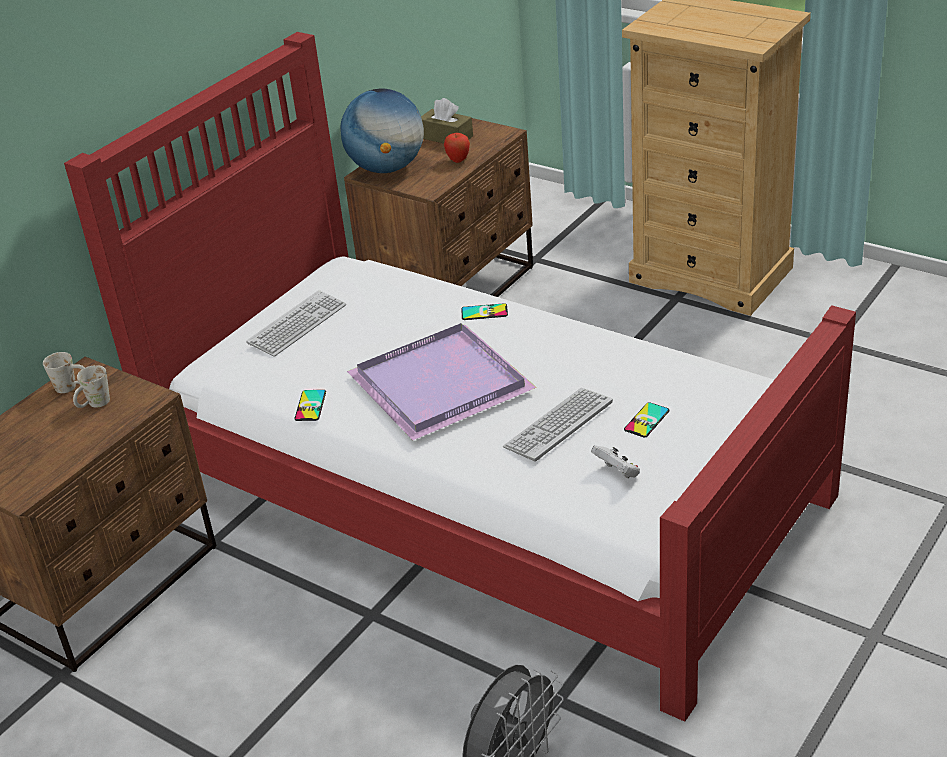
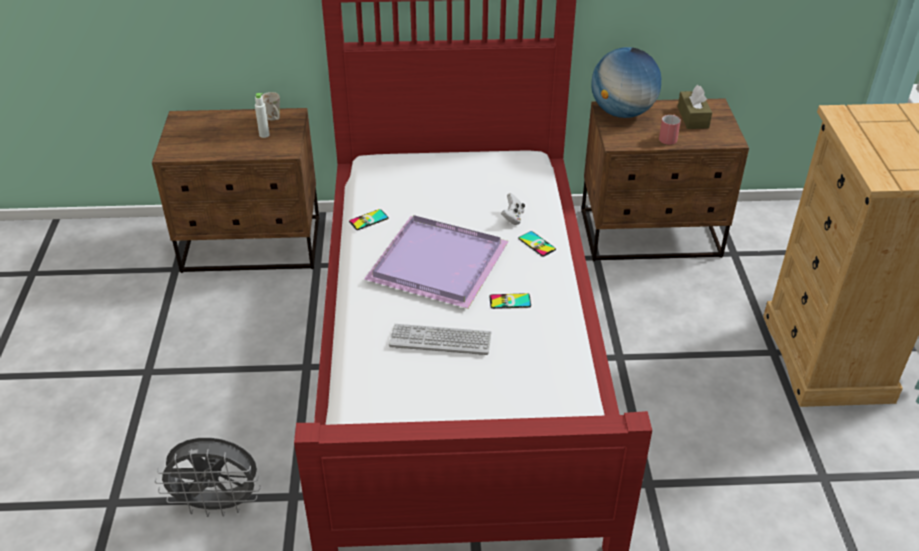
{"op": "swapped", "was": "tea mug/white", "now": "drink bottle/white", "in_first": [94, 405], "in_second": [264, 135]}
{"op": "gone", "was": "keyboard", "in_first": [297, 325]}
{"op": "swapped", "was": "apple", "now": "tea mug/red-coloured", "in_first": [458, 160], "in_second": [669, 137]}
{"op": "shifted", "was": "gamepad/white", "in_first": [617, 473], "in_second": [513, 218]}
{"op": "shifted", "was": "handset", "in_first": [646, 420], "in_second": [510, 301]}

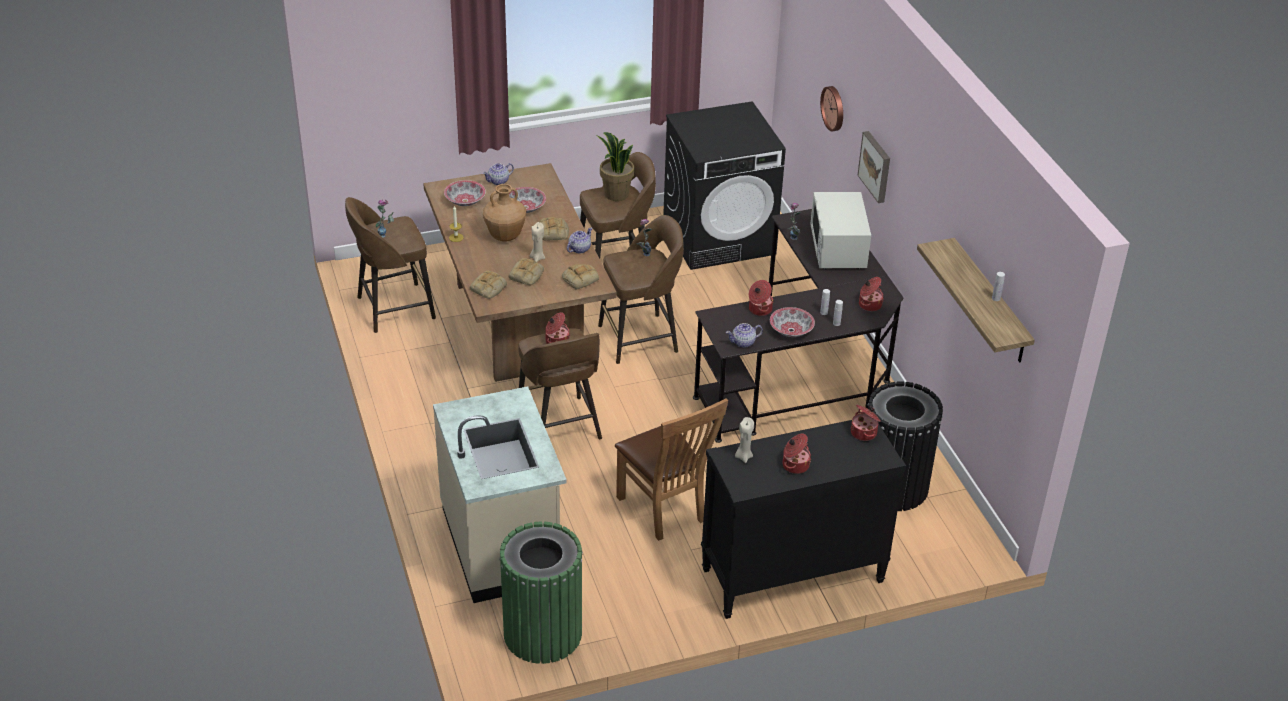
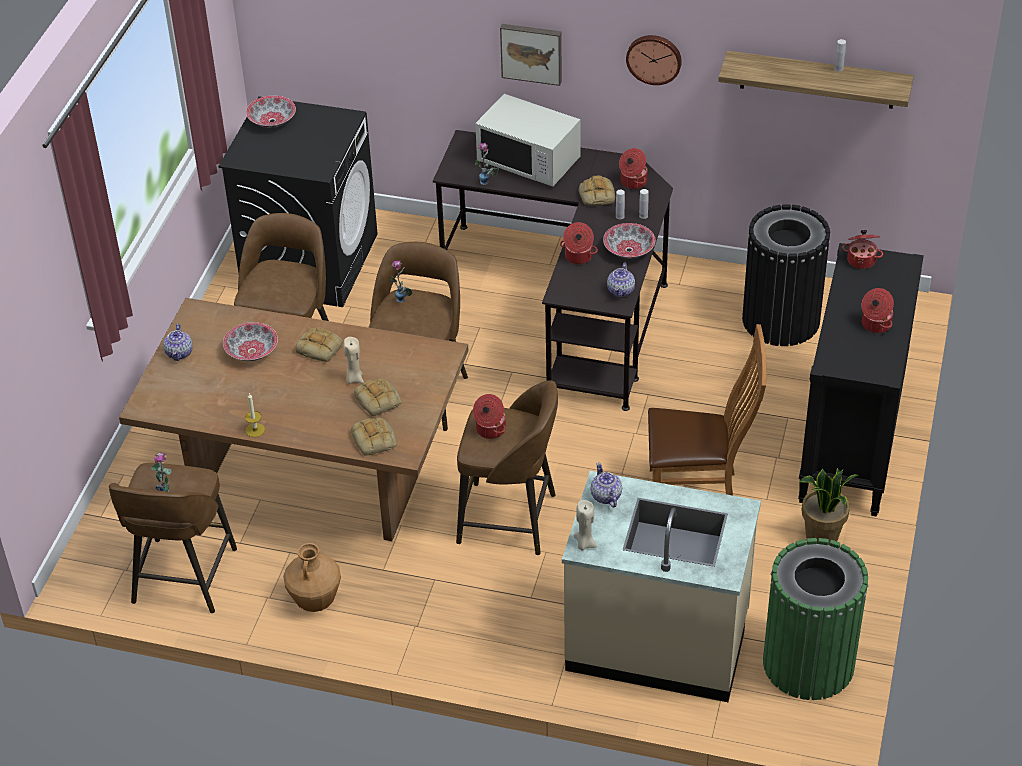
{"op": "shifted", "was": "deep dish", "in_first": [465, 201], "in_second": [271, 121]}
{"op": "shifted", "was": "vase/brown-coloured", "in_first": [505, 236], "in_second": [315, 601]}
{"op": "shifted", "was": "bread", "in_first": [580, 278], "in_second": [596, 194]}
{"op": "shifted", "was": "tea pot", "in_first": [579, 249], "in_second": [606, 496]}
{"op": "shifted", "was": "houseplant", "in_first": [616, 194], "in_second": [822, 536]}
{"op": "shifted", "was": "candle/beige-coloured", "in_first": [743, 456], "in_second": [584, 543]}
{"op": "shifted", "was": "wall clock", "in_first": [834, 108], "in_second": [654, 58]}

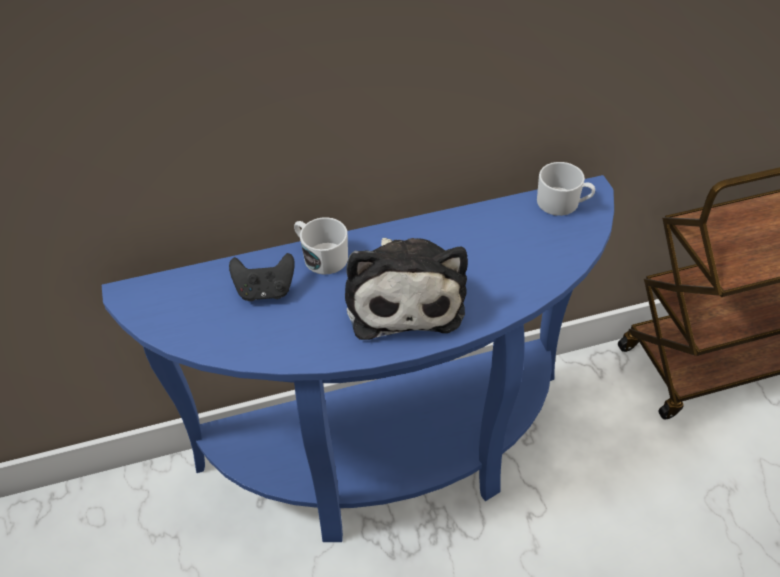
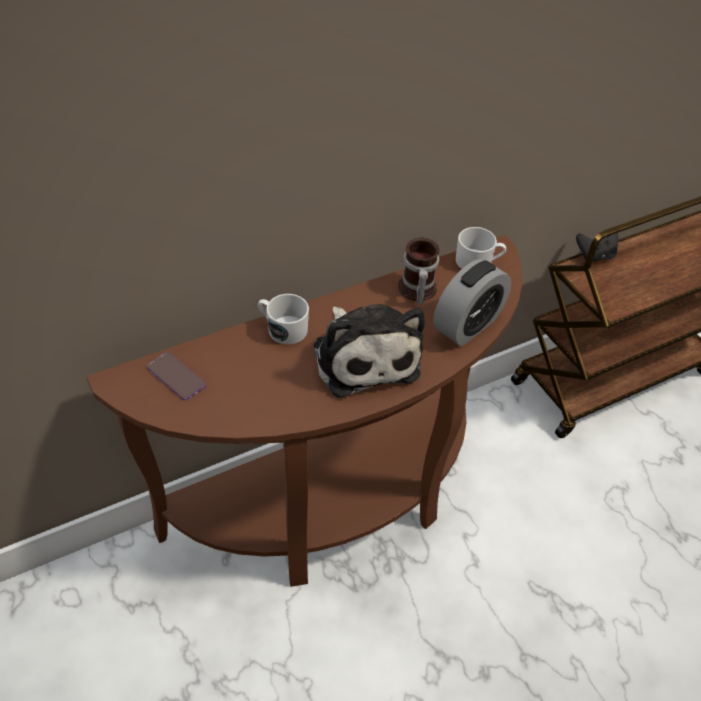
{"op": "repainted", "was": "hall table/blue", "now": "hall table/brown-coloured", "in_first": [392, 457], "in_second": [336, 503]}
{"op": "shifted", "was": "gamepad/black-coloured", "in_first": [265, 291], "in_second": [595, 255]}
{"op": "new", "now": "handset", "in_second": [176, 376]}
{"op": "new", "now": "tea mug", "in_second": [415, 290]}
{"op": "new", "now": "bedside clock", "in_second": [467, 325]}

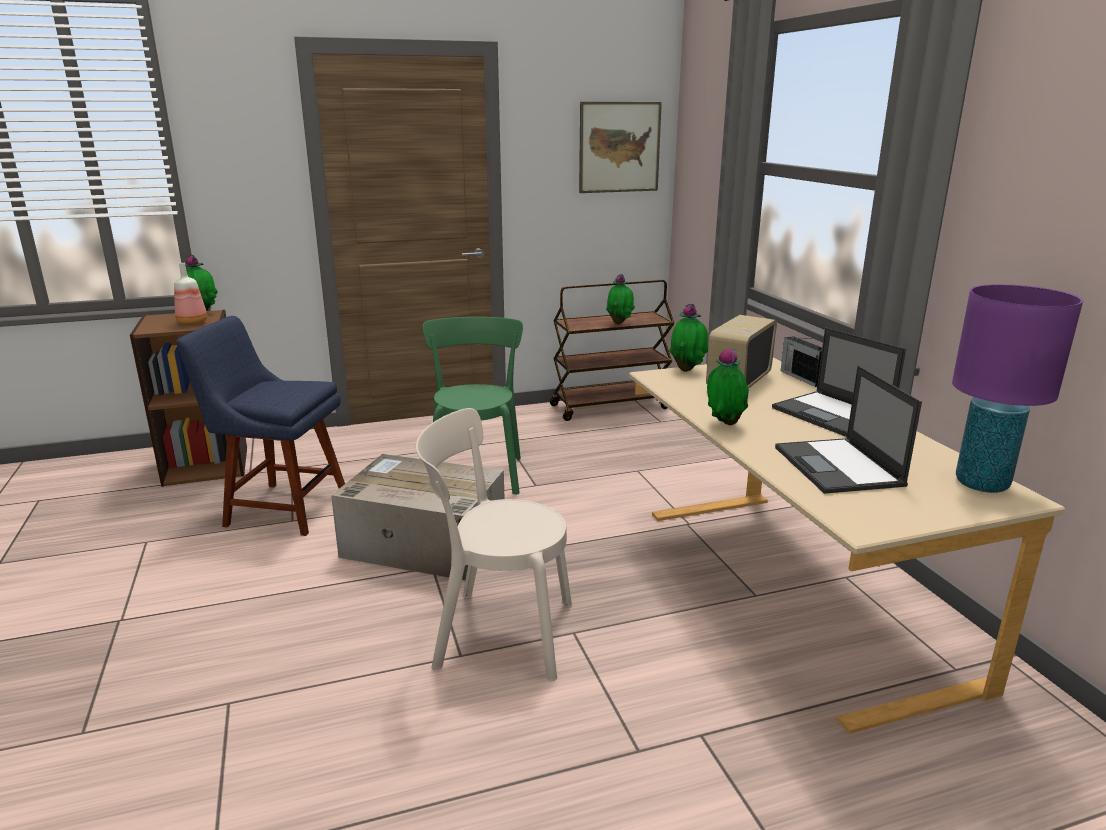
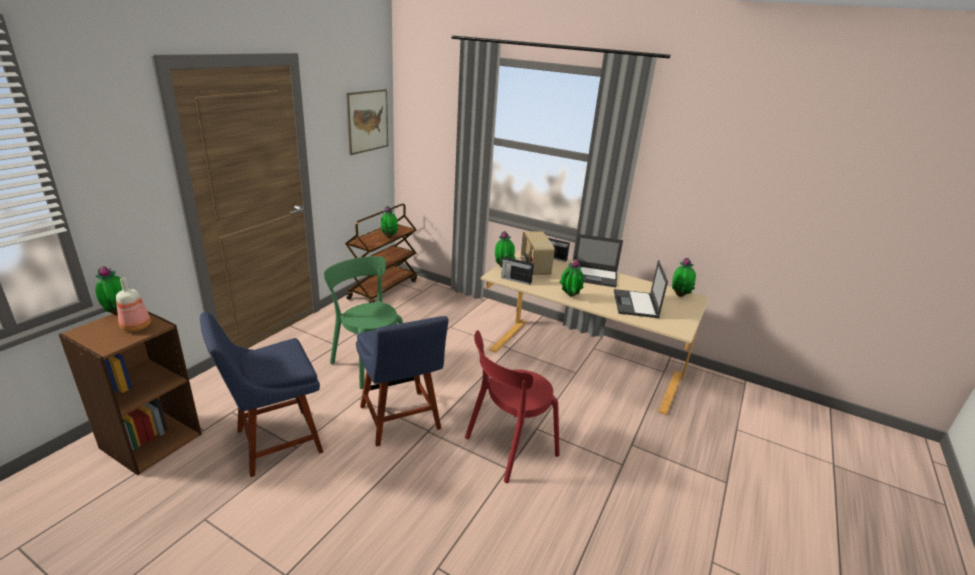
{"op": "swapped", "was": "cardboard box", "now": "plain chair/blue", "in_first": [422, 542], "in_second": [401, 420]}
{"op": "repainted", "was": "plain chair/beige-coloured", "now": "plain chair/red-coloured", "in_first": [497, 633], "in_second": [507, 448]}
{"op": "rotated", "was": "laptop", "in_first": [839, 467], "in_second": [636, 304], "clockwise": 60}
{"op": "swapped", "was": "lamp for a table/purple", "now": "houseplant", "in_first": [982, 484], "in_second": [680, 295]}
{"op": "new", "now": "radio set", "in_second": [515, 280]}

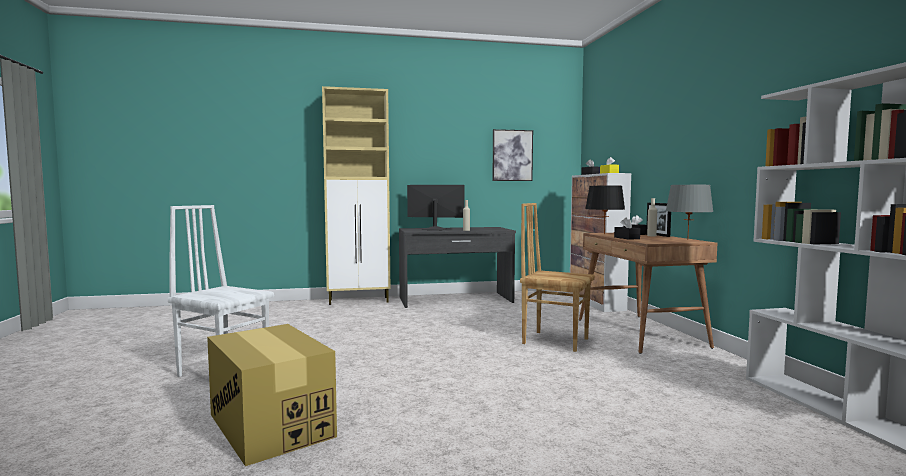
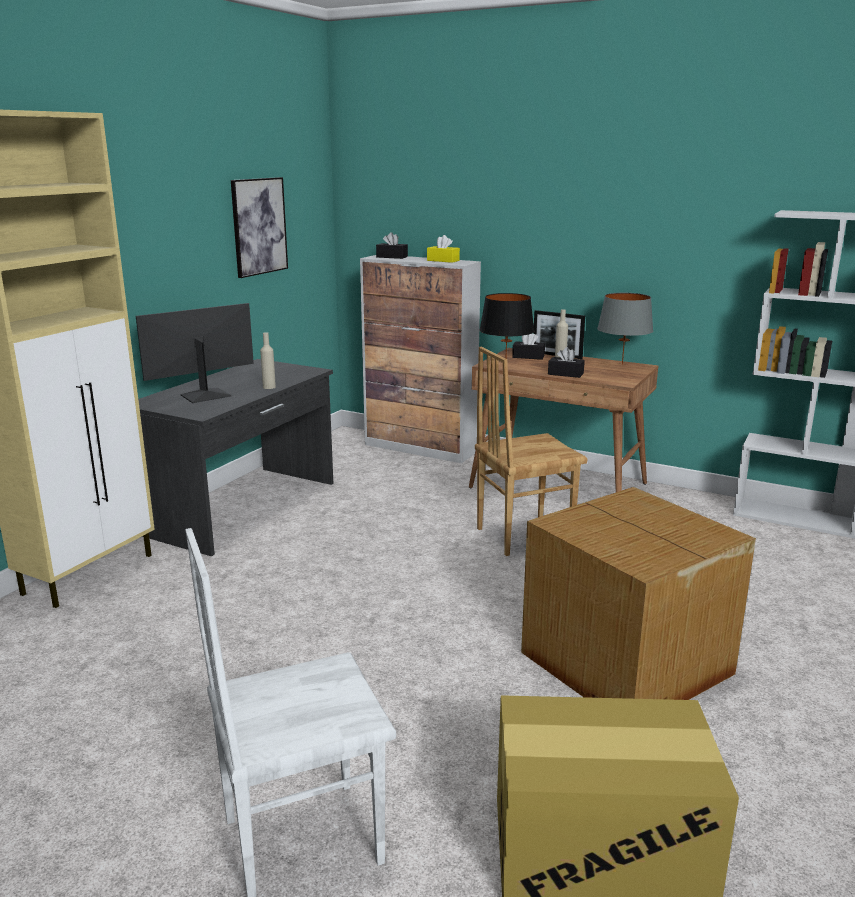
{"op": "new", "now": "cardboard box", "in_second": [626, 665]}

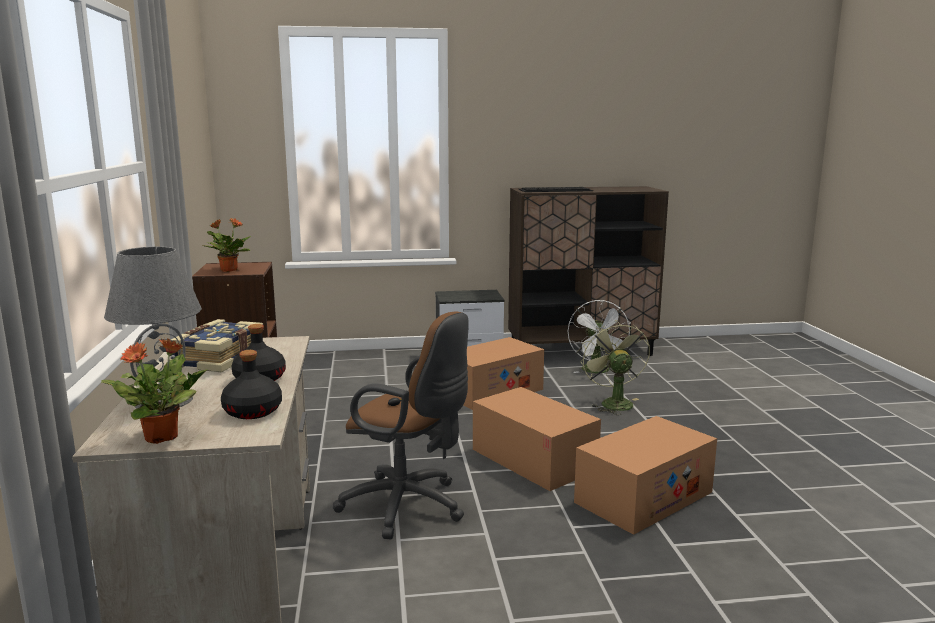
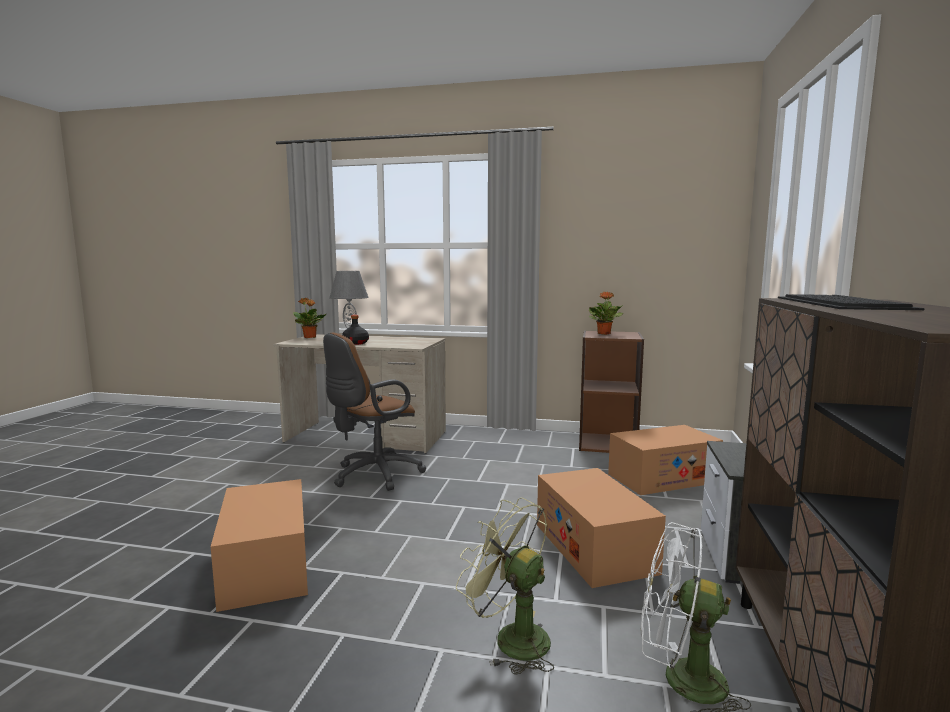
{"op": "gone", "was": "book", "in_first": [217, 359]}
{"op": "gone", "was": "drink bottle/black-coloured", "in_first": [253, 412]}
{"op": "shifted", "was": "cardboard box", "in_first": [533, 459], "in_second": [662, 478]}
{"op": "rotated", "was": "electric fan/greenish", "in_first": [613, 402], "in_second": [511, 638], "clockwise": -150}

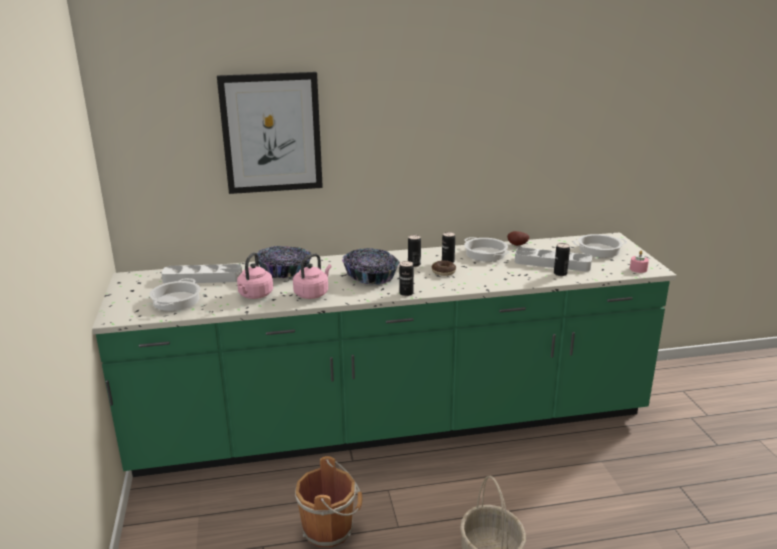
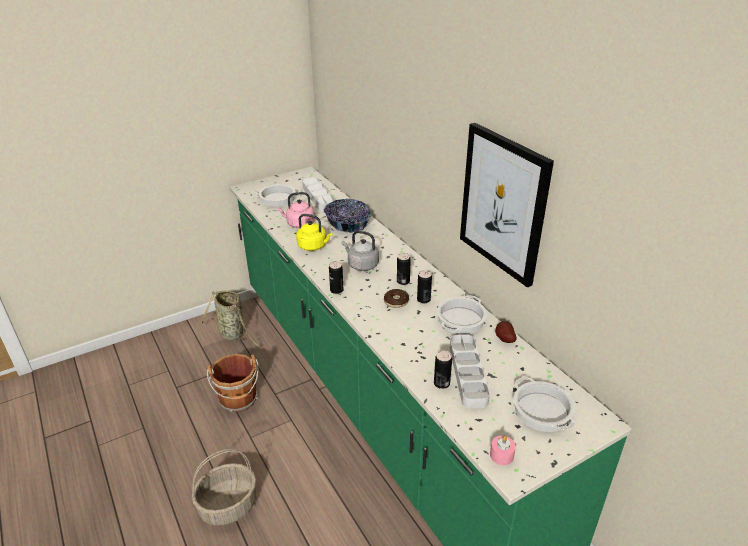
{"op": "shifted", "was": "picture", "in_first": [271, 133], "in_second": [503, 203]}
{"op": "repainted", "was": "water kettle/pink", "now": "water kettle/yellow", "in_first": [312, 293], "in_second": [313, 246]}
{"op": "swapped", "was": "deep dish", "now": "water kettle/grey", "in_first": [371, 277], "in_second": [361, 265]}
{"op": "new", "now": "household basket", "in_second": [233, 334]}

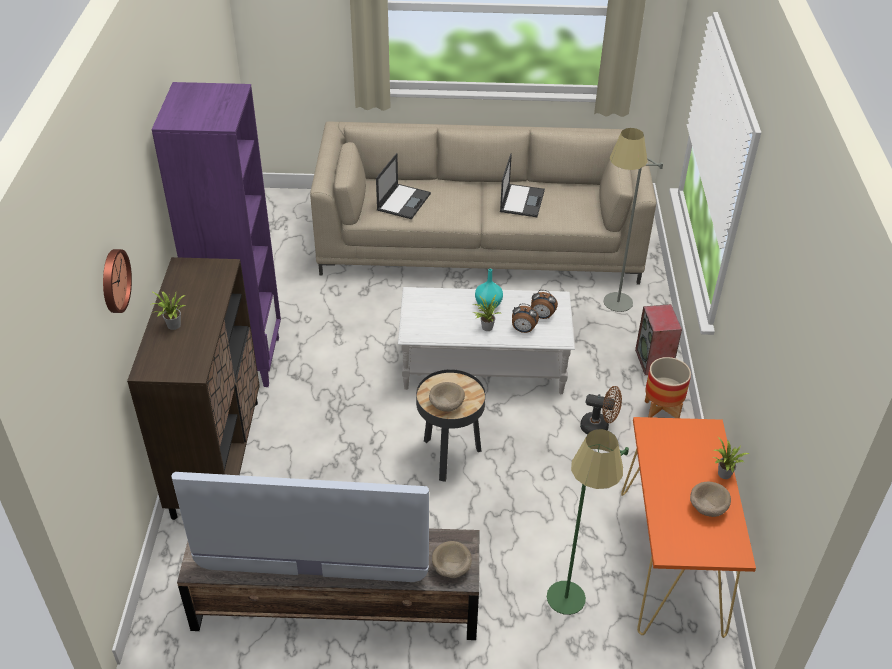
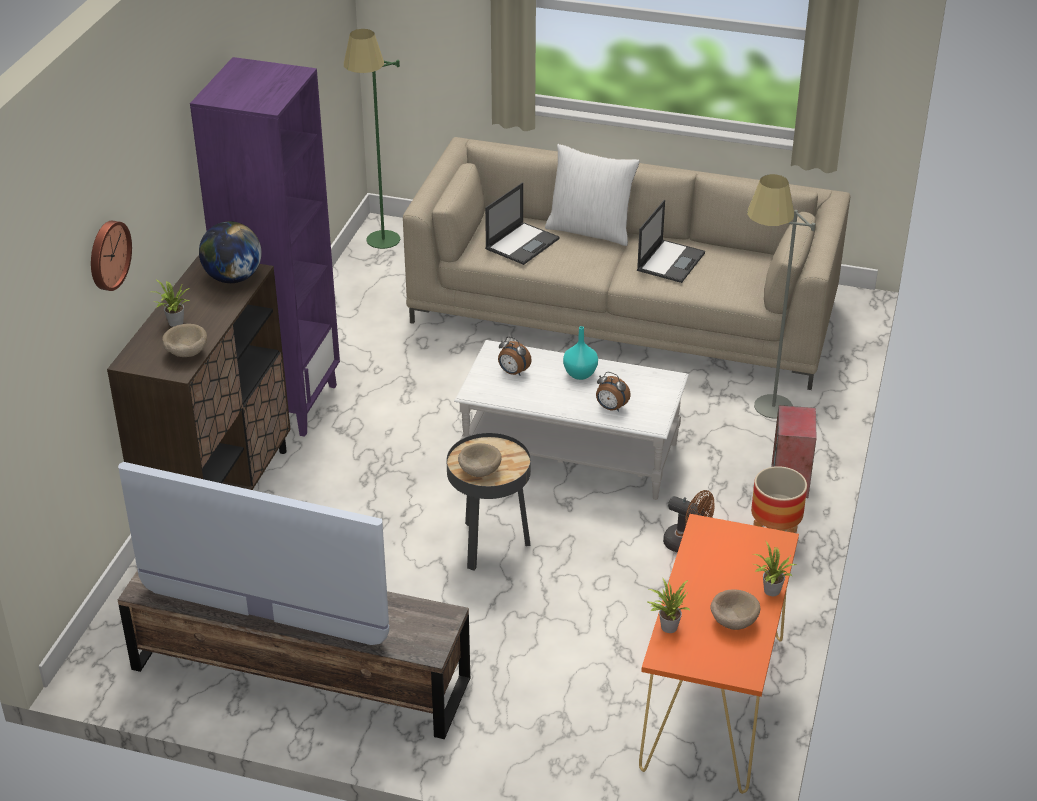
{"op": "shifted", "was": "deep dish/beige-coloured", "in_first": [451, 568], "in_second": [186, 353]}
{"op": "shifted", "was": "houseplant", "in_first": [485, 327], "in_second": [667, 626]}
{"op": "shifted", "was": "bedside clock", "in_first": [542, 316], "in_second": [513, 372]}
{"op": "shifted", "was": "floor lamp/greenish", "in_first": [569, 613], "in_second": [380, 248]}
{"op": "new", "now": "globe", "in_second": [233, 278]}
{"op": "new", "now": "throw pillow/white", "in_second": [590, 230]}

